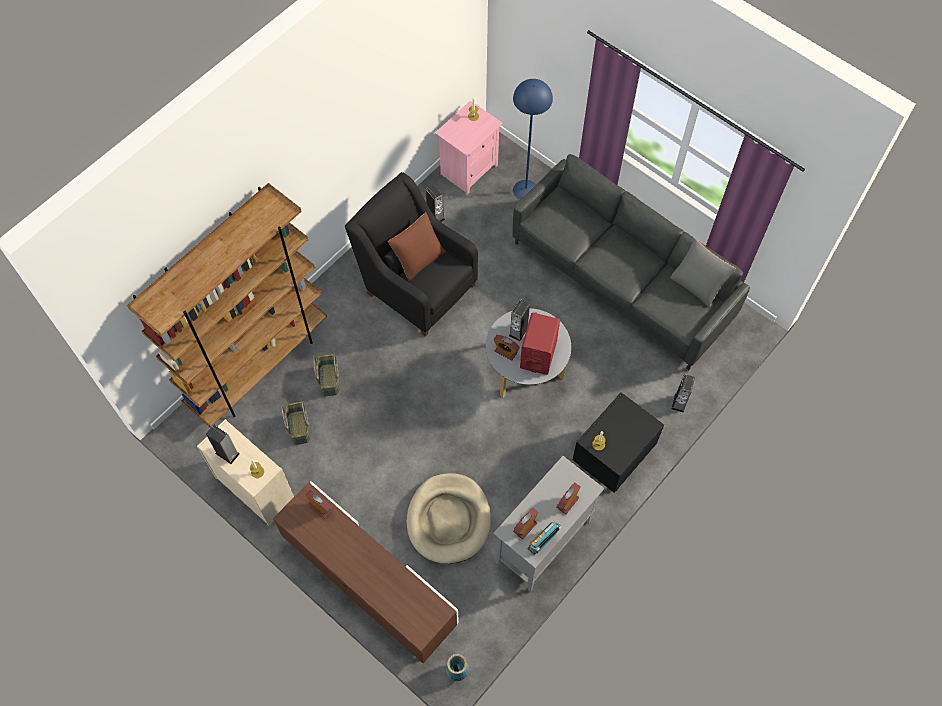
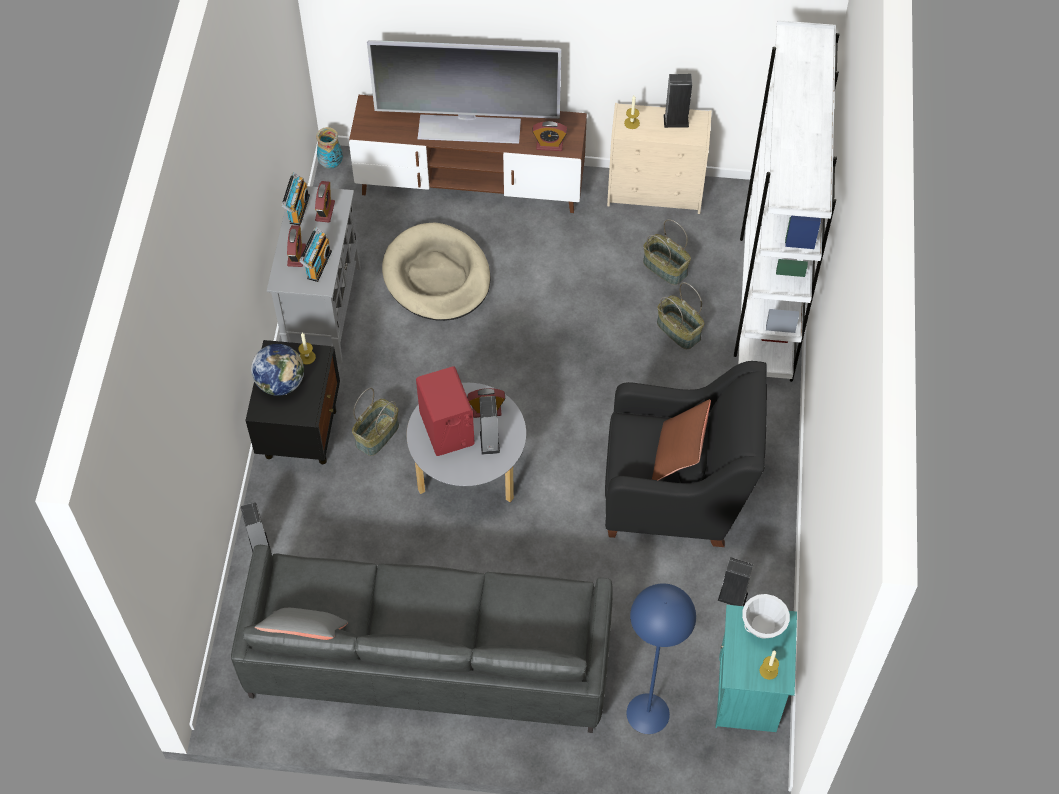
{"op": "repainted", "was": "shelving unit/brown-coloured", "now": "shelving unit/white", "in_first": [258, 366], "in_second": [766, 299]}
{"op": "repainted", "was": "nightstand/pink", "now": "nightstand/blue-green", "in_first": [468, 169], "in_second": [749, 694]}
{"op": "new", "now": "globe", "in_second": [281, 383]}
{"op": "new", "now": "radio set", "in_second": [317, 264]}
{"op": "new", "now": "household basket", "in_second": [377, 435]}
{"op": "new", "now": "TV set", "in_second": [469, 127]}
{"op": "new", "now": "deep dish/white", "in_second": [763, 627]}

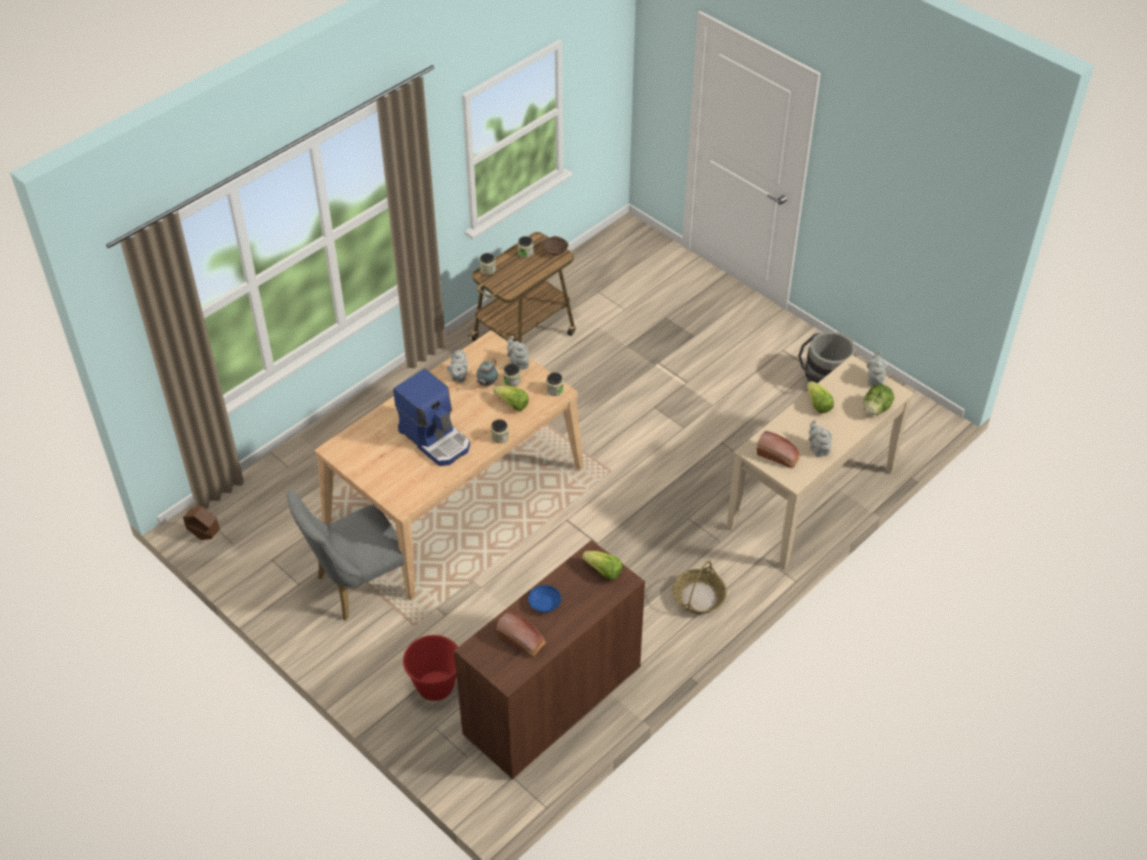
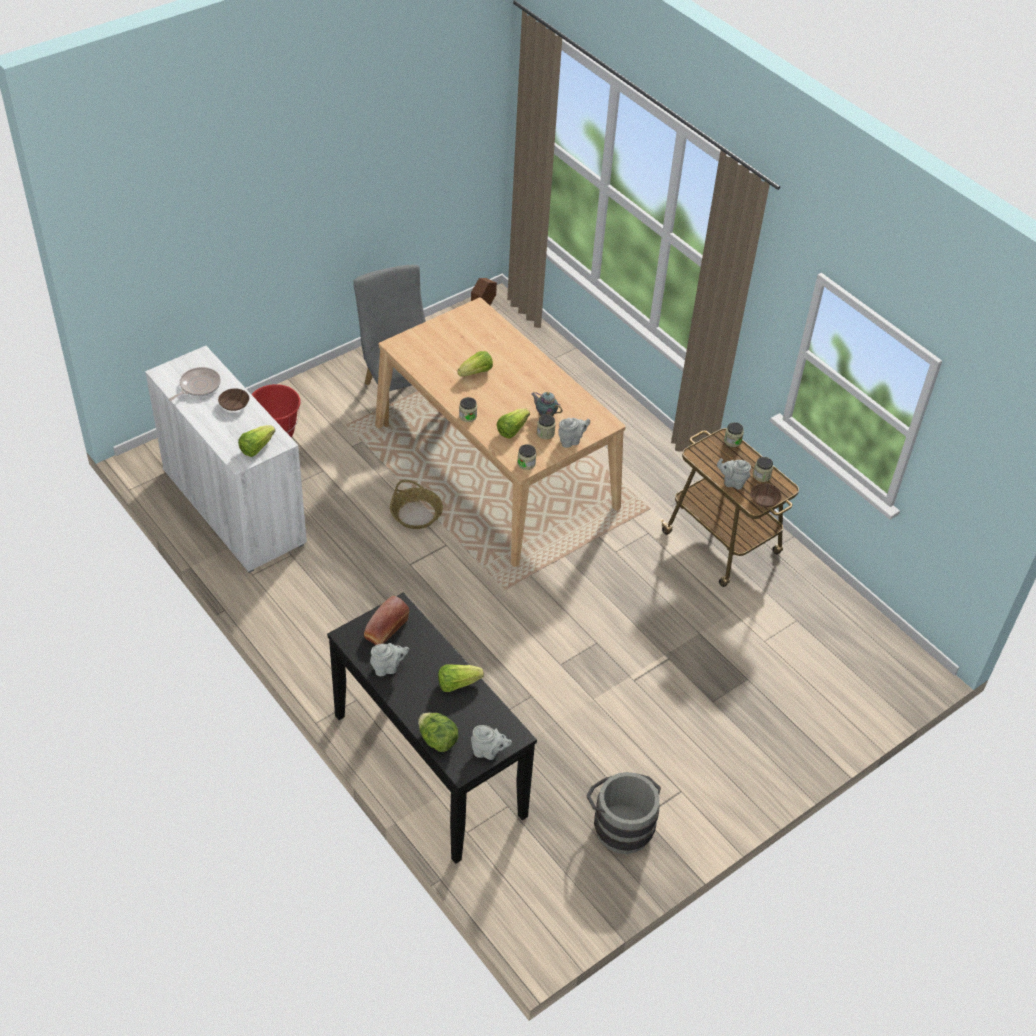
{"op": "swapped", "was": "coffee brewer", "now": "lettuce head", "in_first": [435, 438], "in_second": [476, 373]}
{"op": "shifted", "was": "tea pot/grey", "in_first": [458, 377], "in_second": [732, 482]}
{"op": "repainted", "was": "cupboard/brown-coloured", "now": "cupboard/white", "in_first": [552, 701], "in_second": [234, 507]}
{"op": "swapped", "was": "bread", "now": "frying pan", "in_first": [523, 641], "in_second": [198, 386]}
{"op": "repainted", "was": "deep dish/blue", "now": "deep dish/brown-coloured", "in_first": [545, 603], "in_second": [234, 405]}
{"op": "shifted", "was": "household basket", "in_first": [698, 596], "in_second": [416, 514]}
{"op": "repainted", "was": "hall table/beige-coloured", "now": "hall table/black-coloured", "in_first": [812, 499], "in_second": [428, 765]}

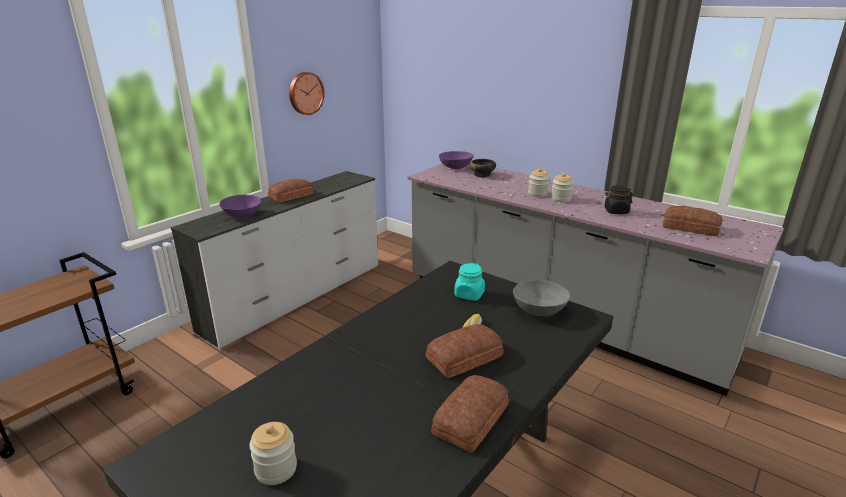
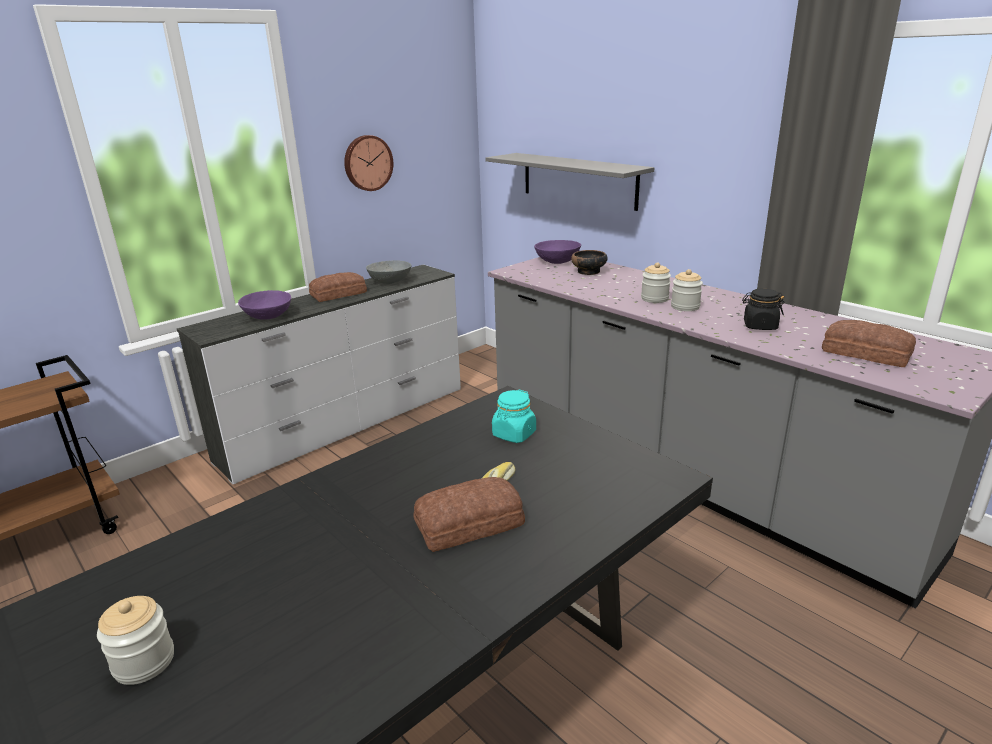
{"op": "gone", "was": "bread", "in_first": [473, 420]}
{"op": "shifted", "was": "deep dish/grey", "in_first": [540, 310], "in_second": [390, 281]}
{"op": "new", "now": "bracket shelf/grey", "in_second": [578, 180]}

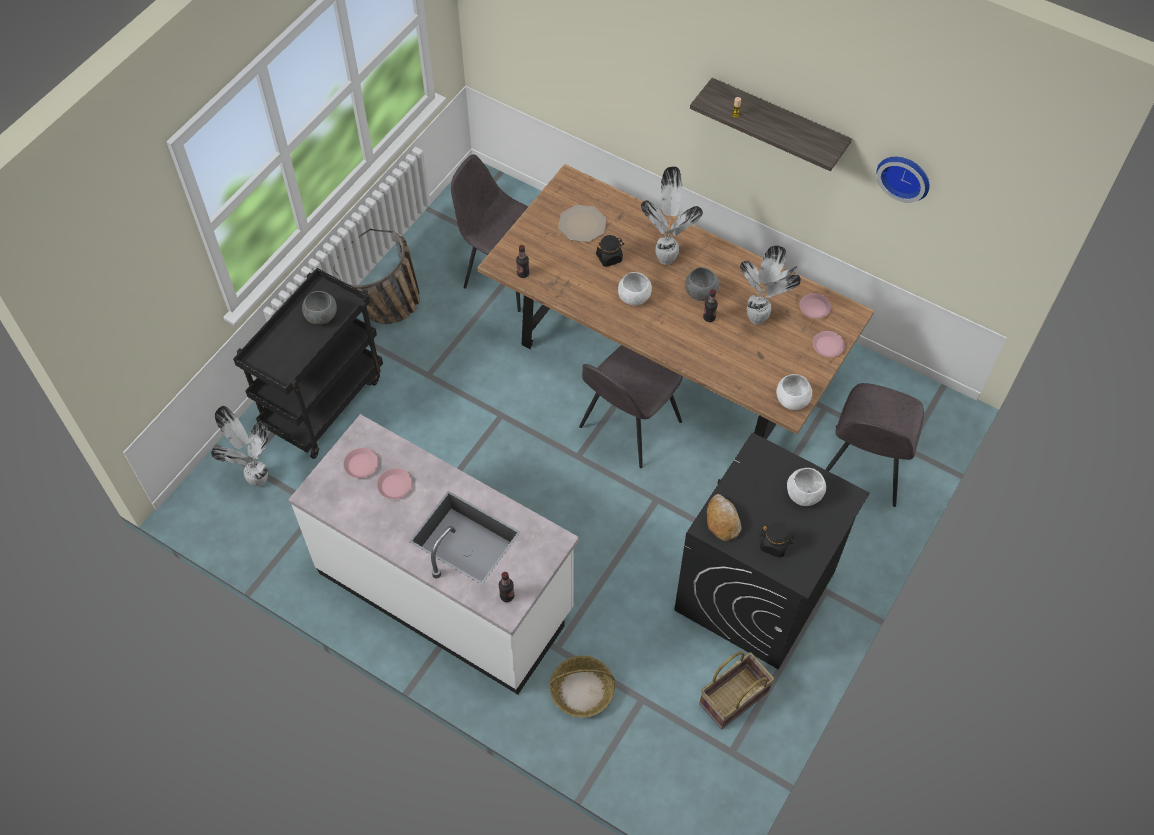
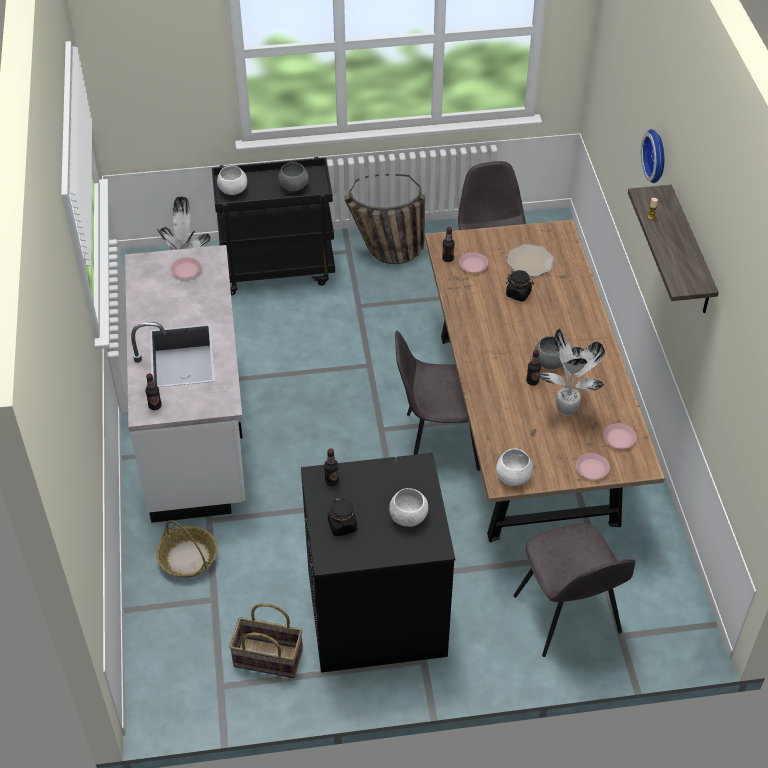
{"op": "shifted", "was": "flat dish/pink", "in_first": [394, 485], "in_second": [473, 264]}
{"op": "shifted", "was": "deep dish/white", "in_first": [633, 297], "in_second": [232, 190]}
{"op": "gone", "was": "houseplant", "in_first": [666, 257]}
{"op": "swapped", "was": "bread", "now": "drink bottle", "in_first": [722, 521], "in_second": [332, 481]}
{"op": "rotated", "was": "plain chair/grey", "in_first": [864, 468], "in_second": [568, 616], "clockwise": -90}
{"op": "shifted", "was": "wall clock", "in_first": [905, 175], "in_second": [657, 155]}

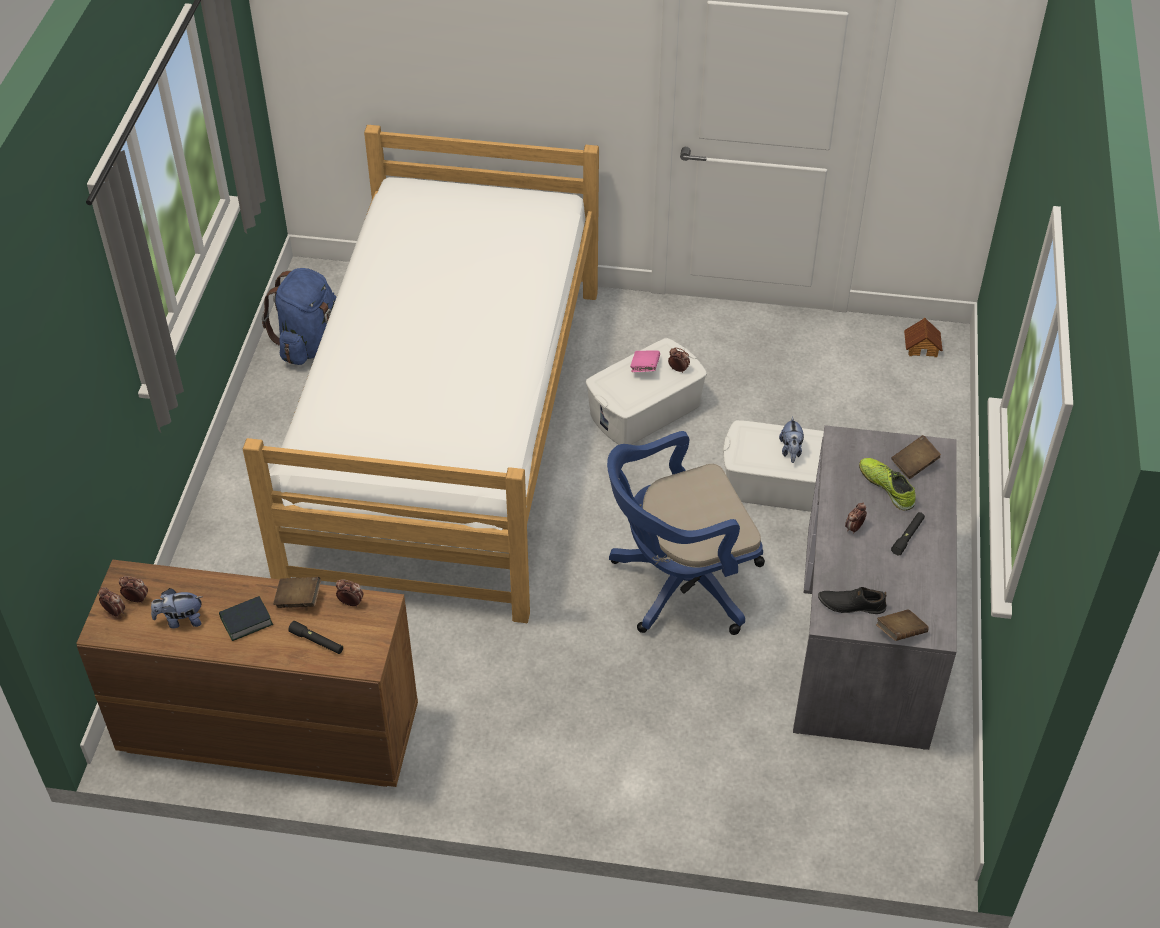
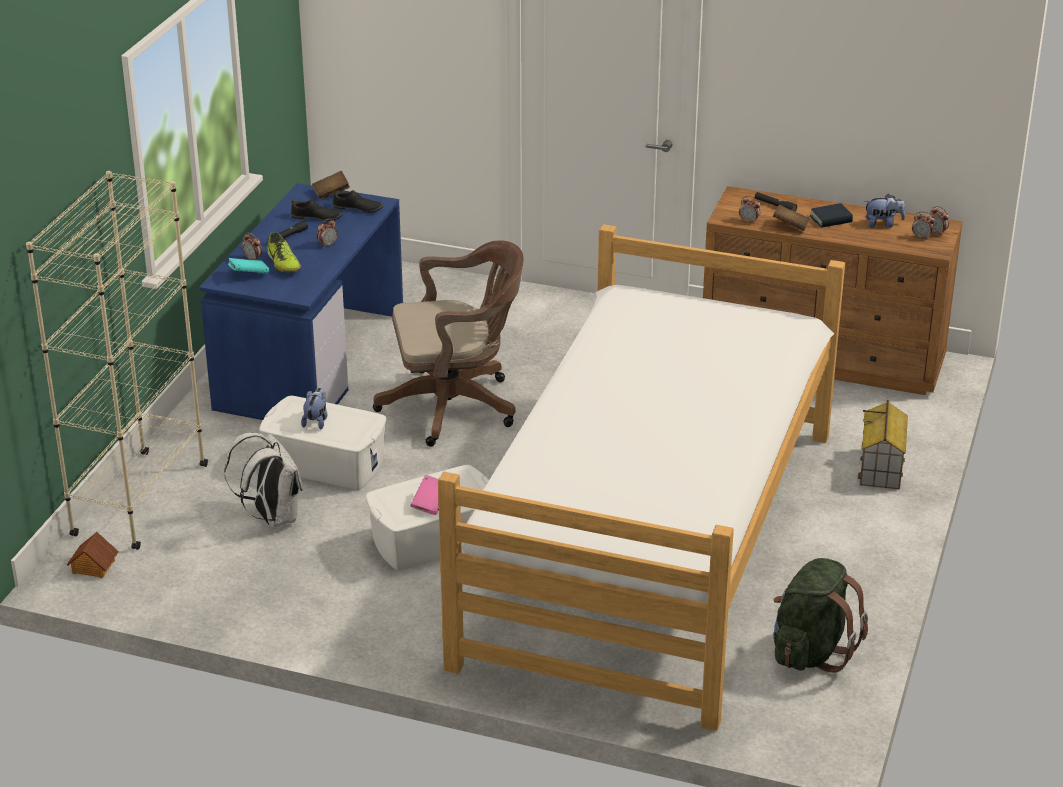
{"op": "repainted", "was": "knapsack/blue", "now": "knapsack/greenish", "in_first": [309, 343], "in_second": [811, 651]}
{"op": "repainted", "was": "computer chair/blue", "now": "computer chair/brown-coloured", "in_first": [678, 584], "in_second": [456, 406]}
{"op": "shifted", "was": "bedside clock", "in_first": [678, 369], "in_second": [253, 259]}
{"op": "repainted", "was": "desk table/grey", "now": "desk table/blue", "in_first": [867, 635], "in_second": [310, 360]}
{"op": "repainted", "was": "book/brown-coloured", "now": "book/blue-green", "in_first": [914, 464], "in_second": [249, 274]}
{"op": "new", "now": "shelving unit/beige-coloured", "in_second": [139, 500]}
{"op": "new", "now": "knapsack/white", "in_second": [272, 517]}
{"op": "new", "now": "low shoe/black-coloured", "in_second": [316, 217]}
{"op": "new", "now": "model house", "in_second": [881, 468]}

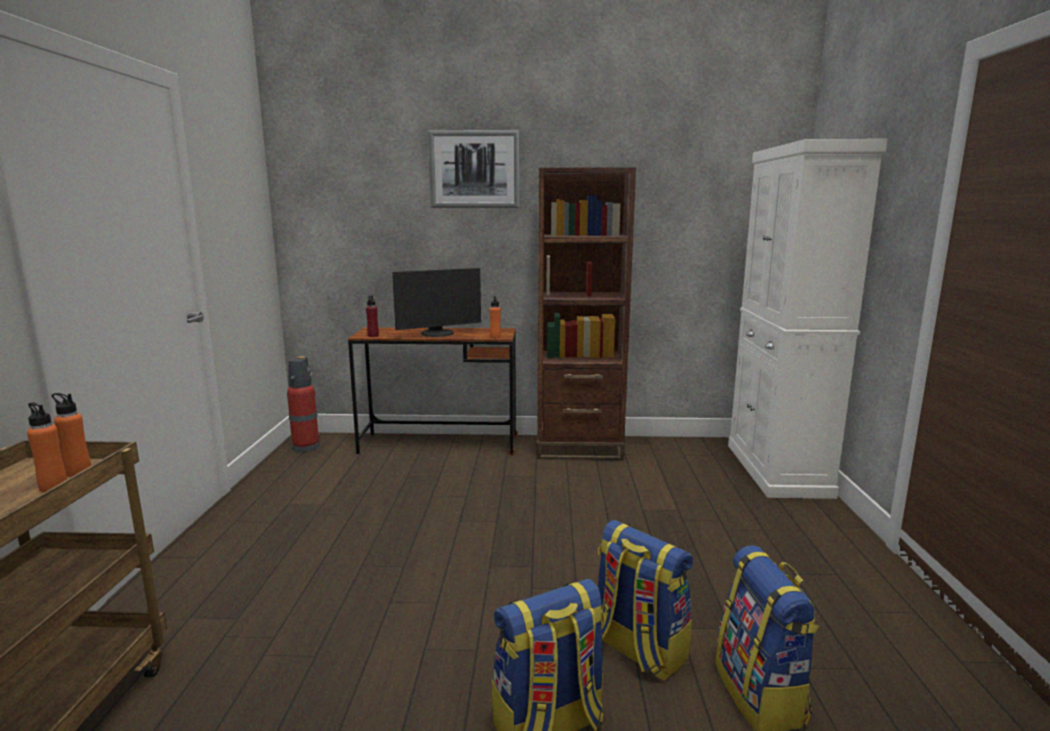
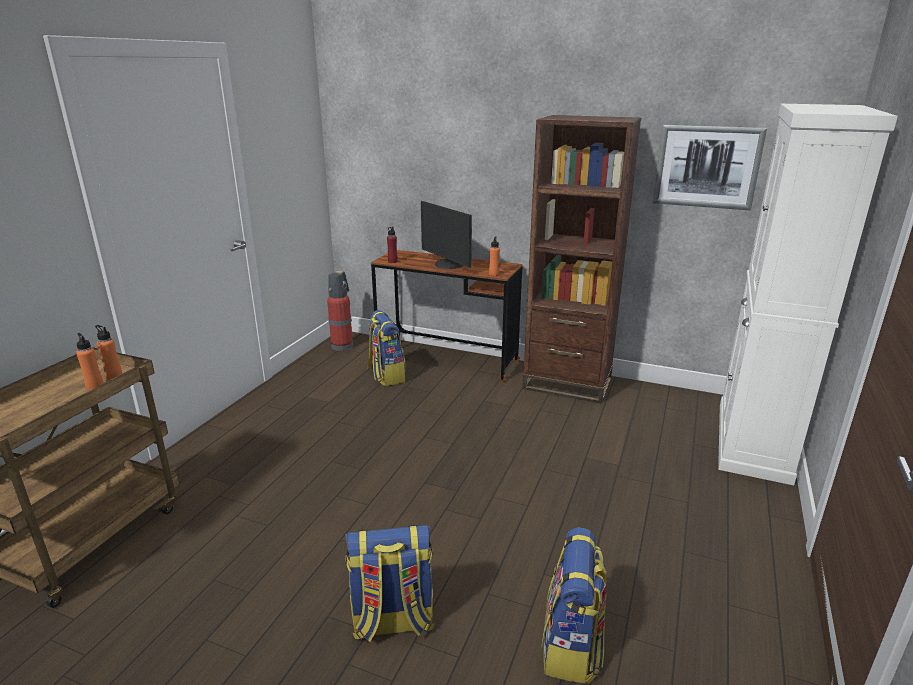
{"op": "rotated", "was": "computer display", "in_first": [438, 334], "in_second": [448, 265], "clockwise": 60}
{"op": "shifted", "was": "picture", "in_first": [474, 169], "in_second": [707, 167]}
{"op": "shifted", "was": "knapsack", "in_first": [637, 650], "in_second": [386, 375]}

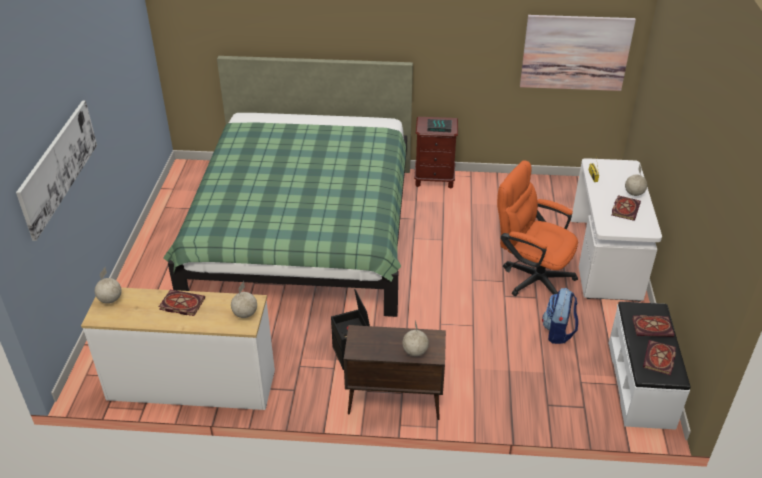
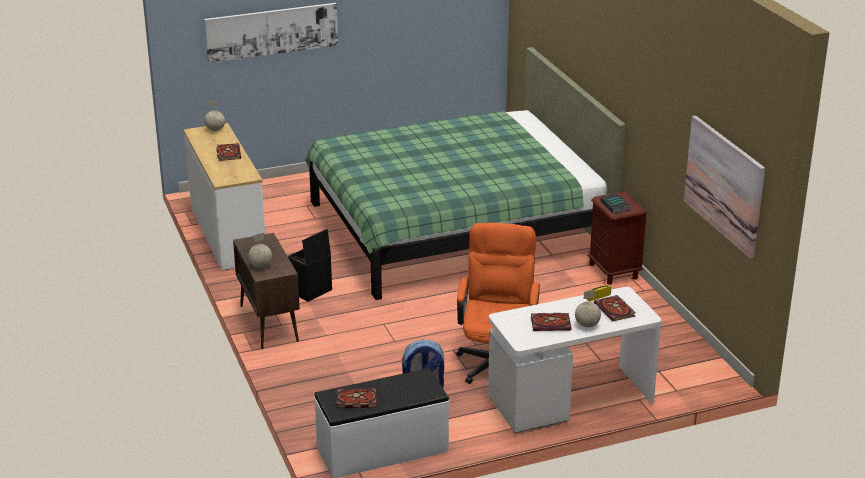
{"op": "gone", "was": "globe", "in_first": [245, 314]}
{"op": "shifted", "was": "book", "in_first": [653, 327], "in_second": [615, 310]}

